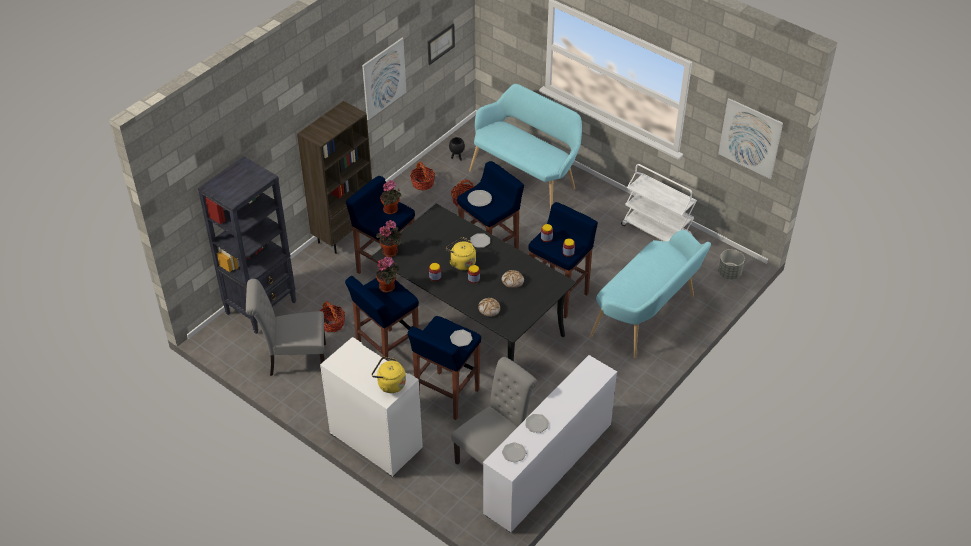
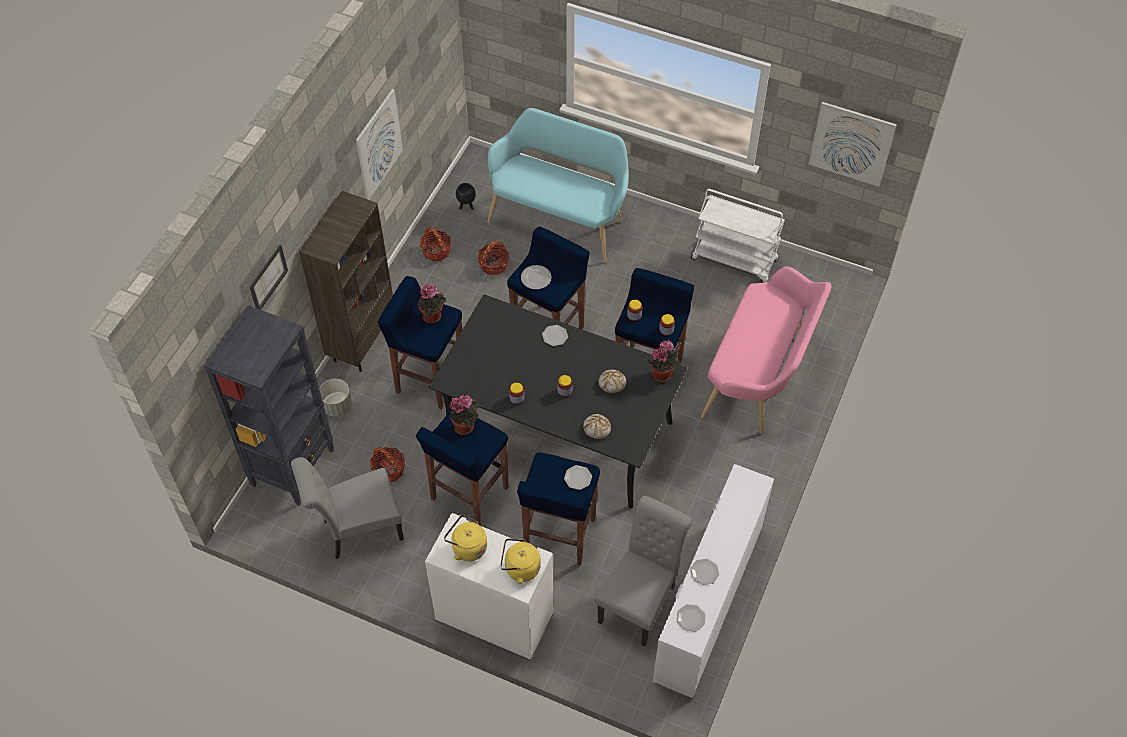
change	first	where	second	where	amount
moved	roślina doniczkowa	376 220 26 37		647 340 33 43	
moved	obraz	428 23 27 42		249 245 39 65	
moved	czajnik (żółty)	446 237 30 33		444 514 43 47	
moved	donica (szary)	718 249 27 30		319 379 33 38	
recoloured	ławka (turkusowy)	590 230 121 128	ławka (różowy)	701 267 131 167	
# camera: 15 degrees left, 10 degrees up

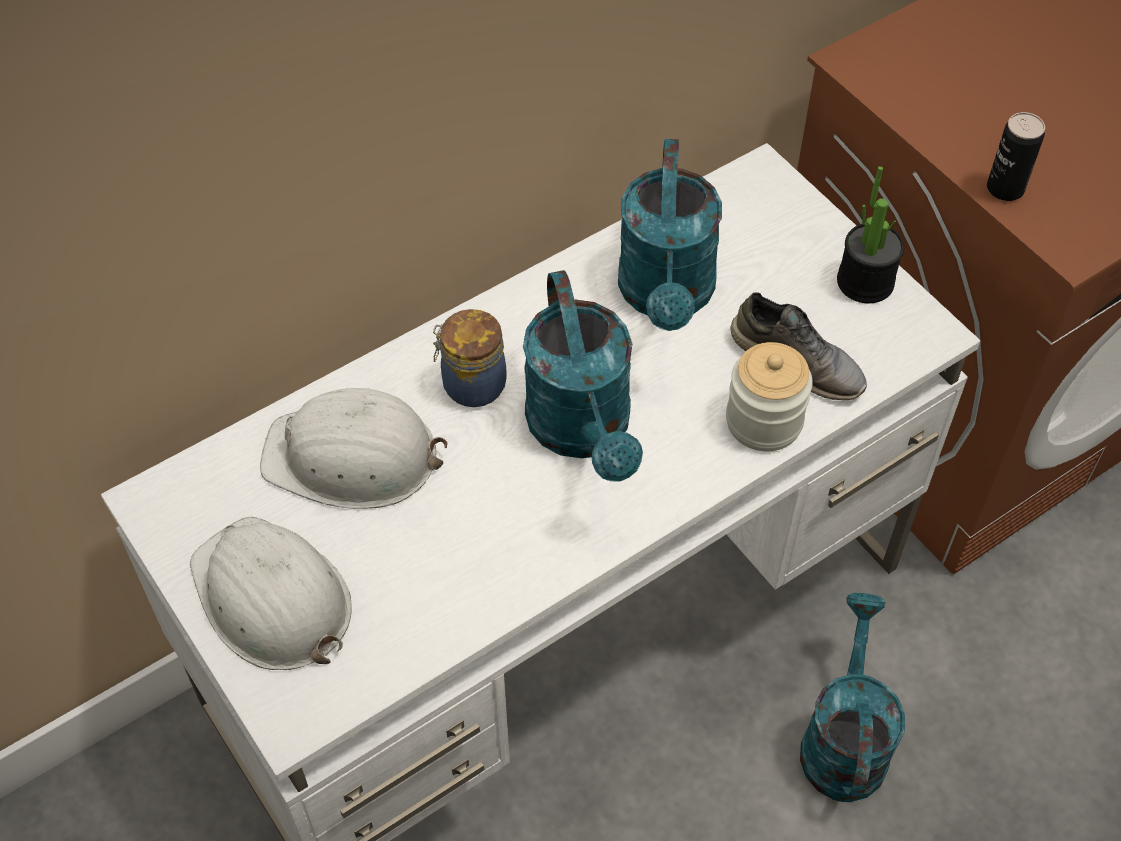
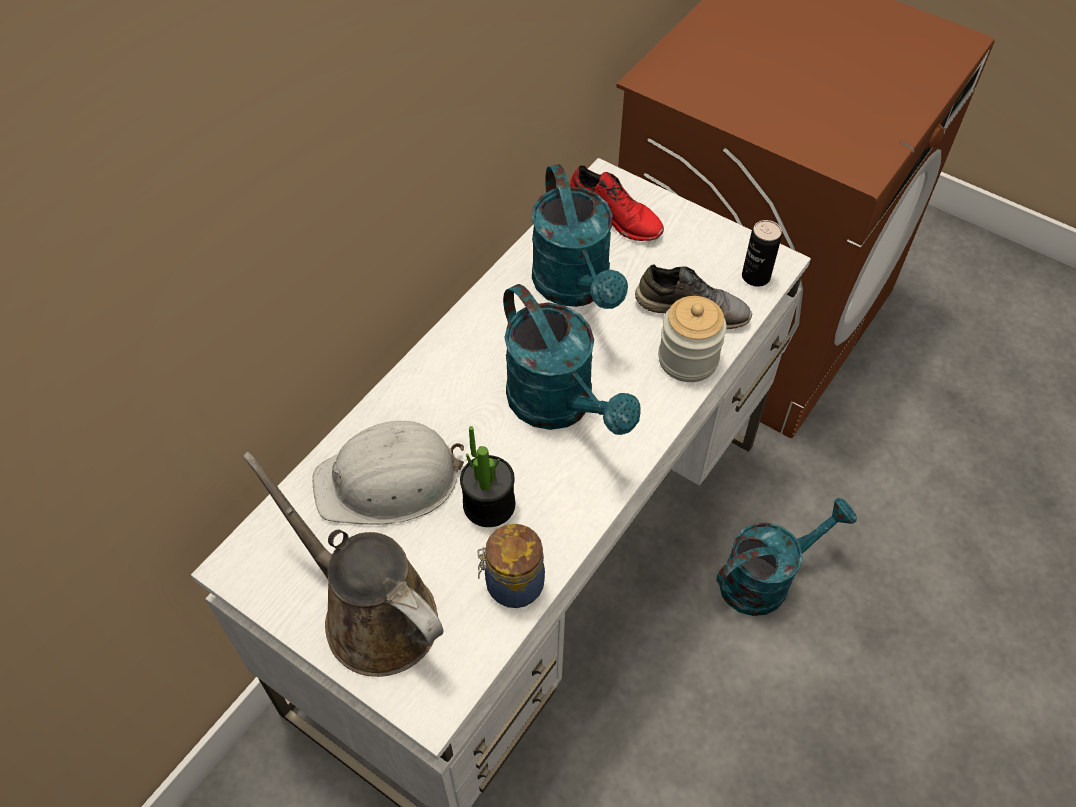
change	first	where	second	where	amount
added			but (czerwony)	570 165 94 76	
moved	słoik	433 309 74 98		477 524 68 84	
moved	roślina doniczkowa	837 166 67 137		460 426 55 101	
moved	puszka	987 112 58 89		742 220 40 67	
replaced	kask (biały)	190 517 162 153	konewka (brązowy)	242 451 201 226	
turned	konewka (turkusowy)	800 593 105 209		716 498 141 118	75 degrees clockwise
# camera: 20 degrees left, 0 degrees up

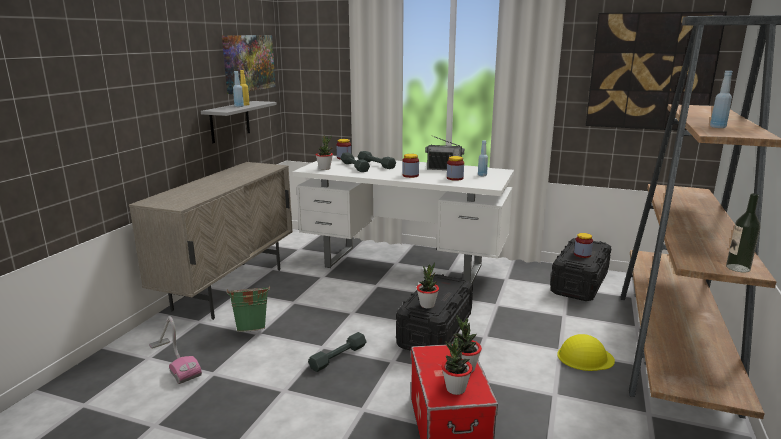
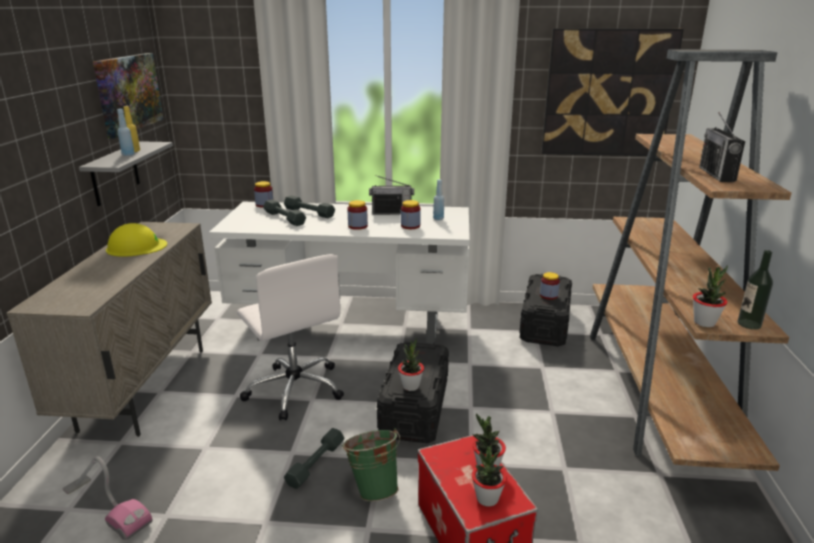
change	first	where	second	where	amount
added			krzesło biurowe (biały)	237 254 107 167	
moved	wiadro (zielony)	226 285 44 47		342 428 58 74	
moved	roślina doniczkowa	316 135 17 35		693 265 35 62	
moved	kask (żółty)	557 334 58 37		106 223 61 34	
replaced	butelka (niebieski)	710 71 23 57	radio	699 112 46 70	
# camera: 15 degrees left, 5 degrees up

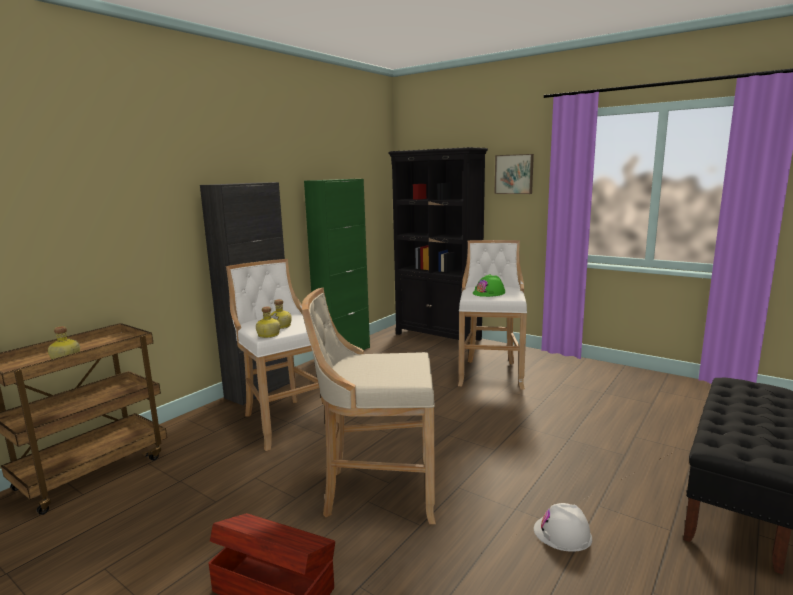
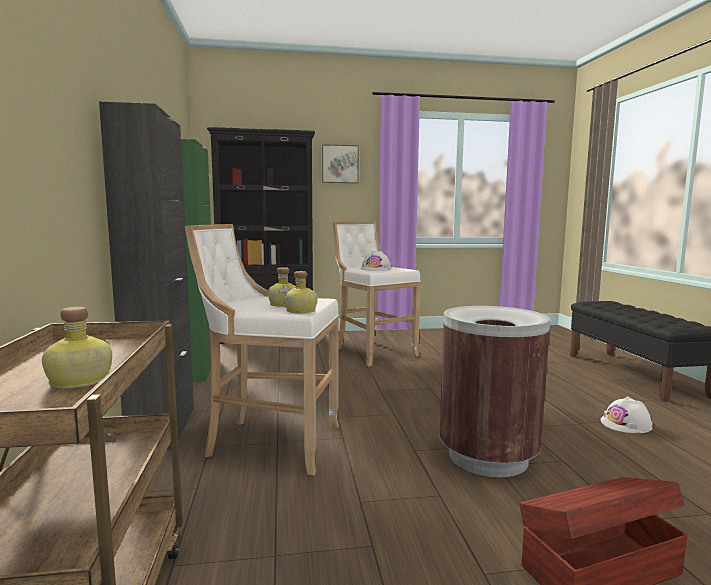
change	first	where	second	where	amount
replaced	stołek (beżowy)	302 288 134 236	kosz na śmieci (brązowy)	439 306 111 171	
recoloured	kask (zielony)	473 274 32 23	kask (biały)	361 251 30 20	
# camera: 45 degrees left, 5 degrees down

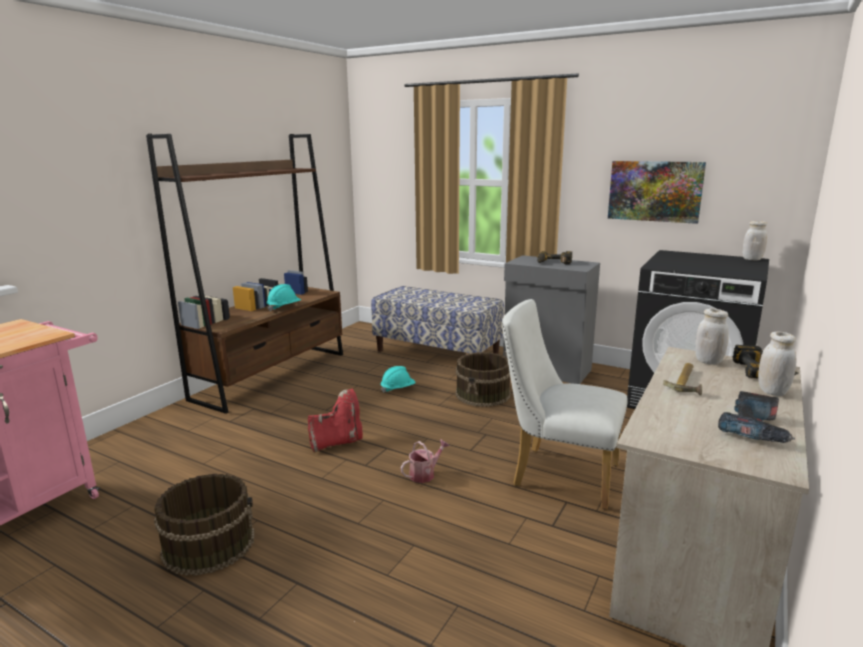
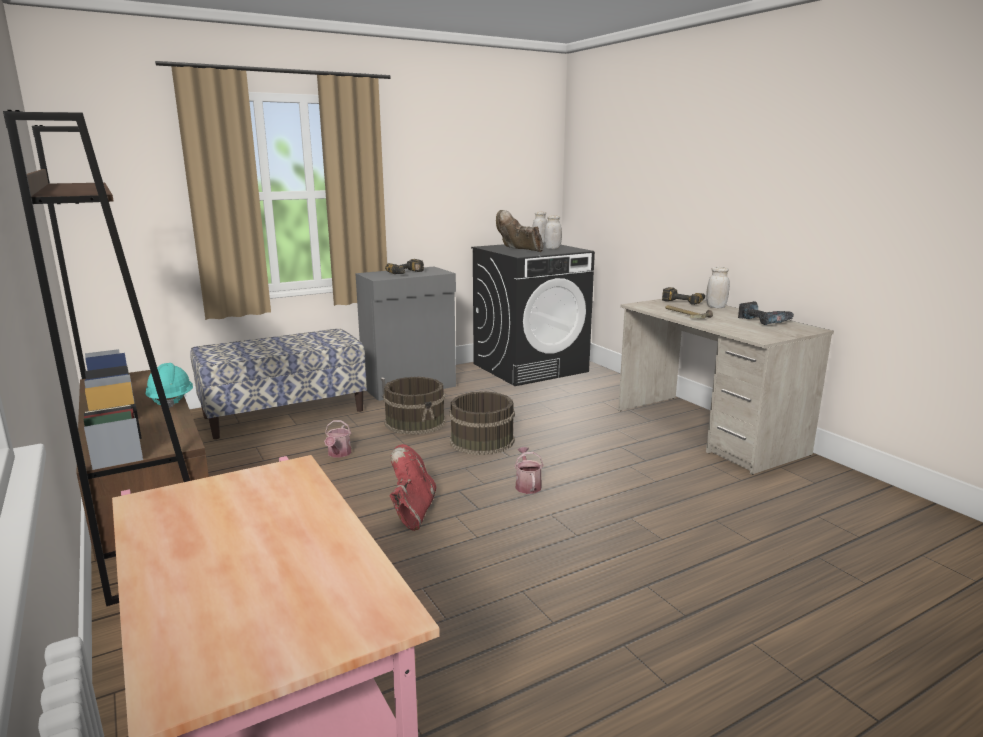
change	first	where	second	where	amount
removed	krzesło (biały)	502 299 126 210			
removed	obraz	608 161 98 63			
added			but z cholewką (brązowy)	496 210 47 42	
moved	wiadro (brązowy)	154 473 100 103		449 391 66 64	
moved	słoik (biały)	695 308 34 57		544 215 18 34	
replaced	kask (turkusowy)	380 366 36 27	konewka	324 420 28 38	
# camera: 60 degrees left, 0 degrees up

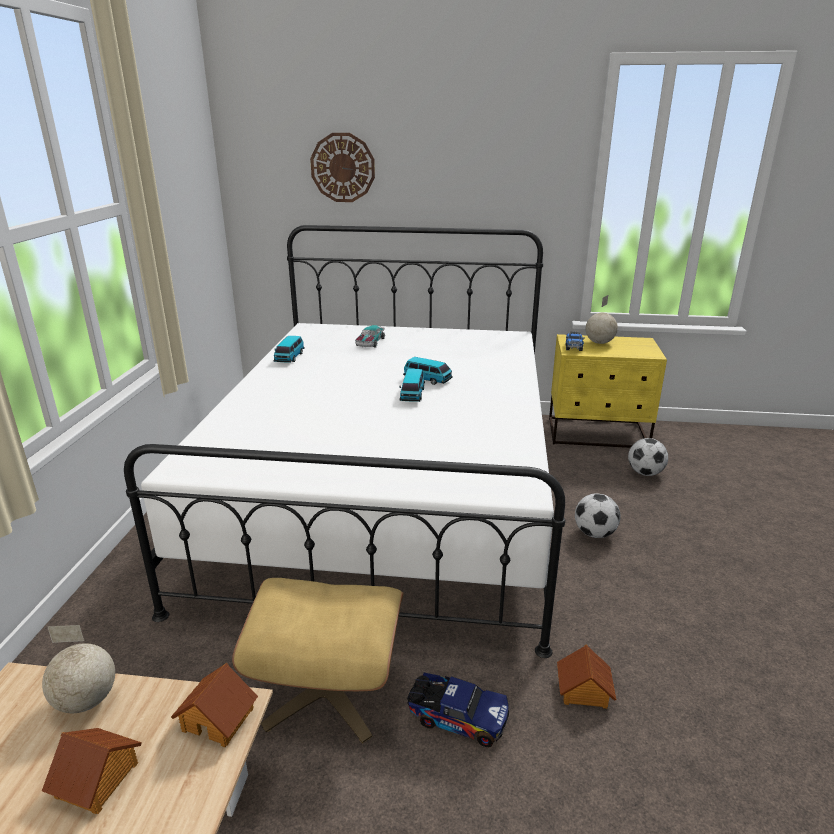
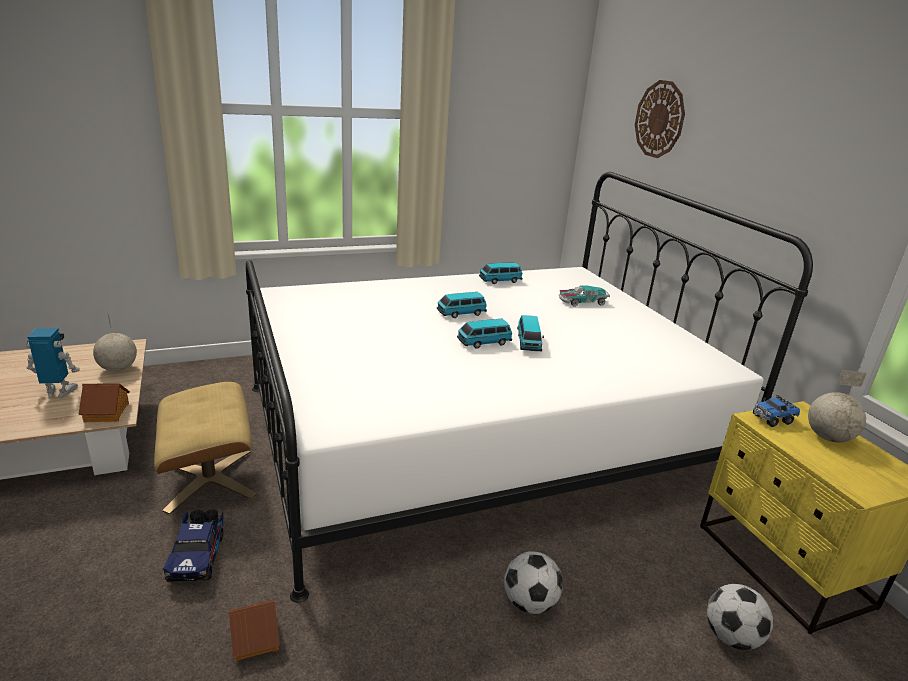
change	first	where	second	where	amount
added			samochodzik	437 292 50 26	
replaced	domek	42 728 100 86	robot zabawkowy	26 328 54 70	
# camera: 60 degrees right, 0 degrees up

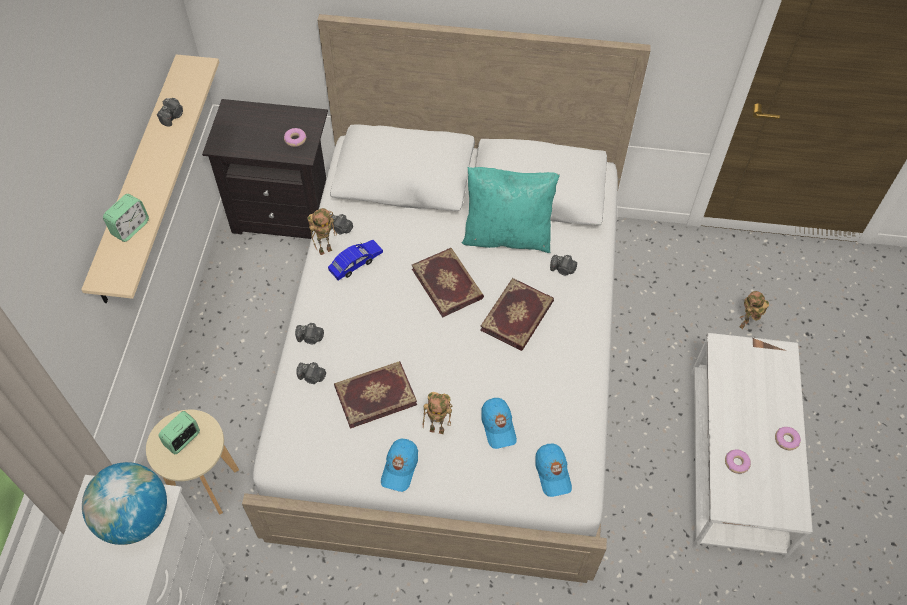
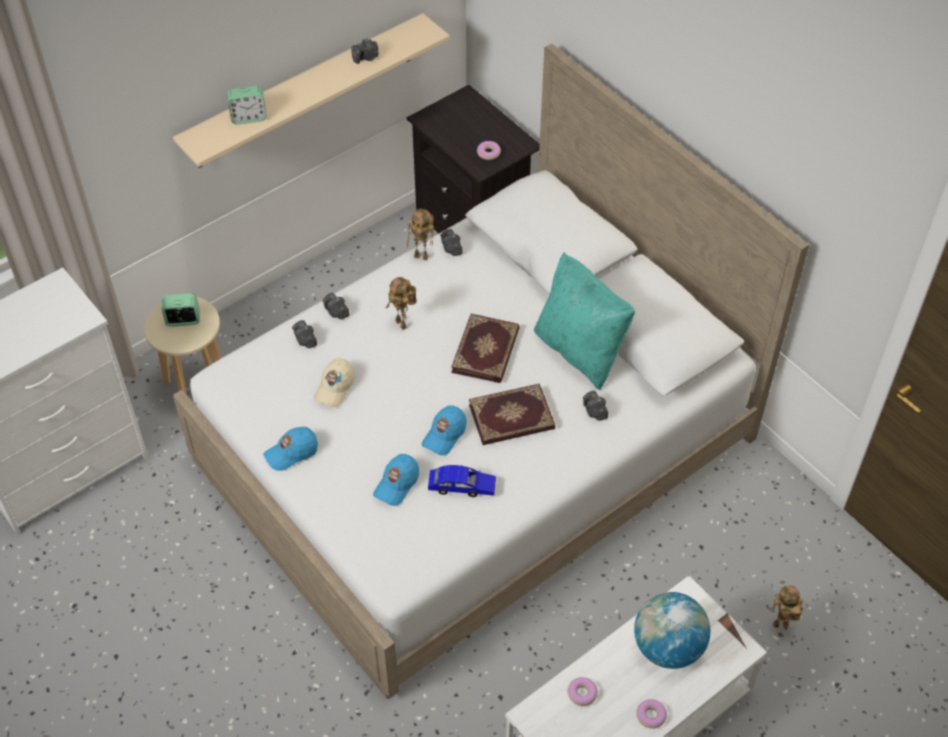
change	first	where	second	where	amount
moved	globus	82 462 85 83		634 592 76 77	
moved	samochodzik (niebieski)	328 240 55 40		428 465 68 32	
moved	robot zabawkowy	423 392 29 42		386 277 31 53	
moved	czapka z daszkiem (niebieski)	535 444 37 53		422 405 45 50	
replaced	książka	334 361 83 68	czapka z daszkiem (beżowy)	314 358 41 49	
# camera: 45 degrees right, 5 degrees down

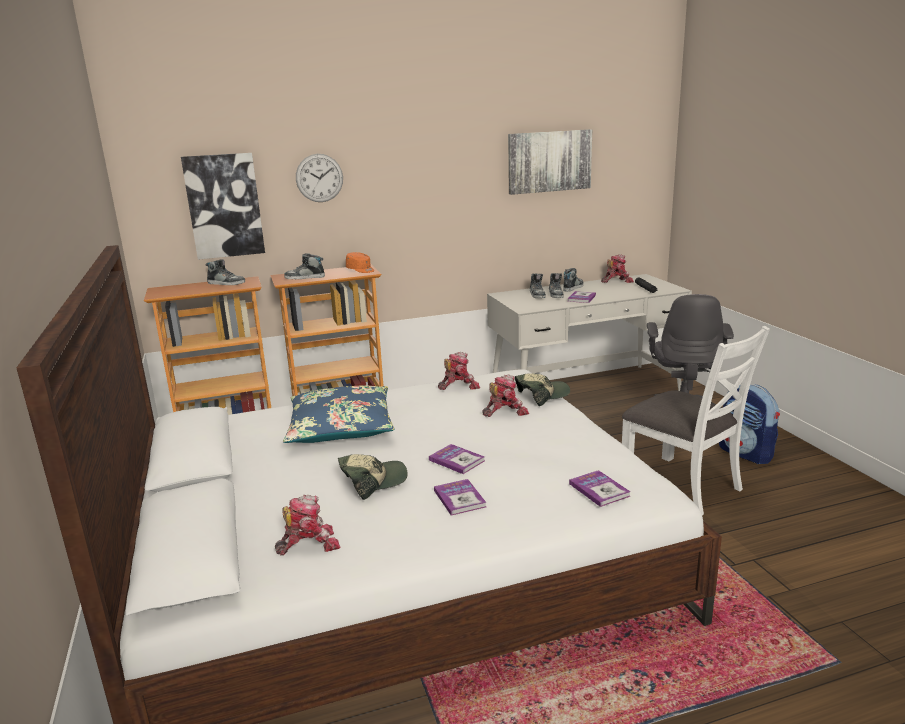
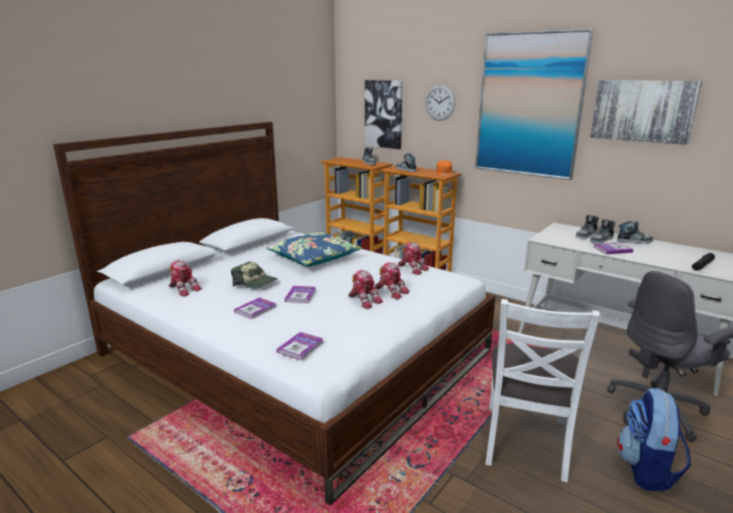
change	first	where	second	where	amount
removed	czapka z daszkiem	515 373 55 33			
added			obraz	475 29 119 151	
moved	robot zabawkowy	601 254 33 29		348 270 35 39	
# camera: 55 degrees right, 0 degrees up

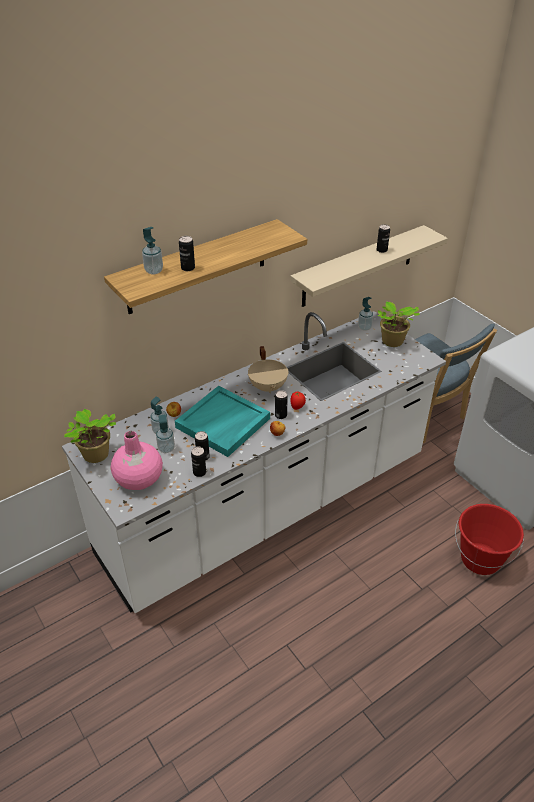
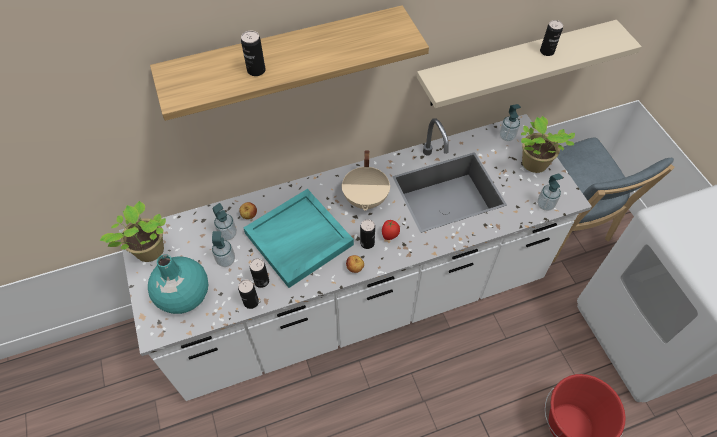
change	first	where	second	where	amount
moved	dozownik mydła	142 227 21 47		537 173 26 38	
recoloured	wazon (różowy)	111 431 52 59	wazon (turkusowy)	148 254 60 60	
# camera: 15 degrees right, 15 degrees up

